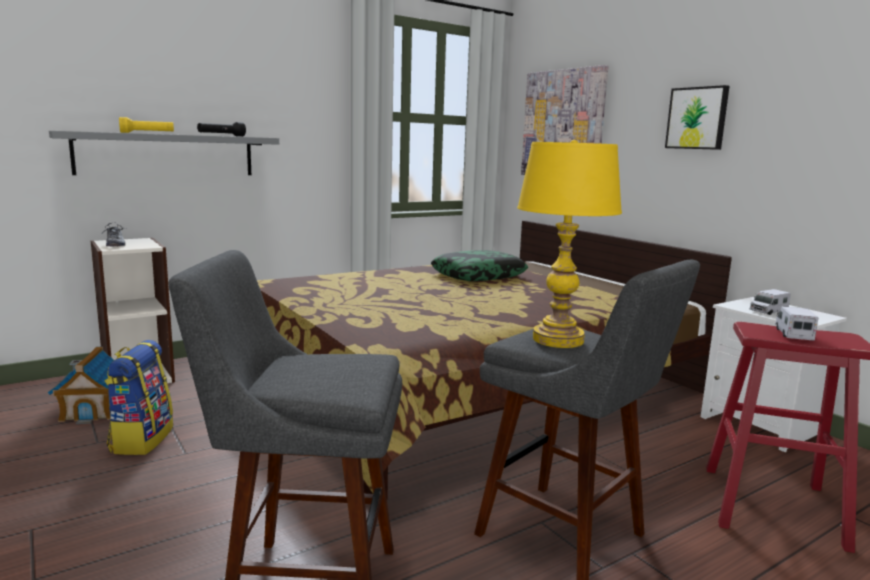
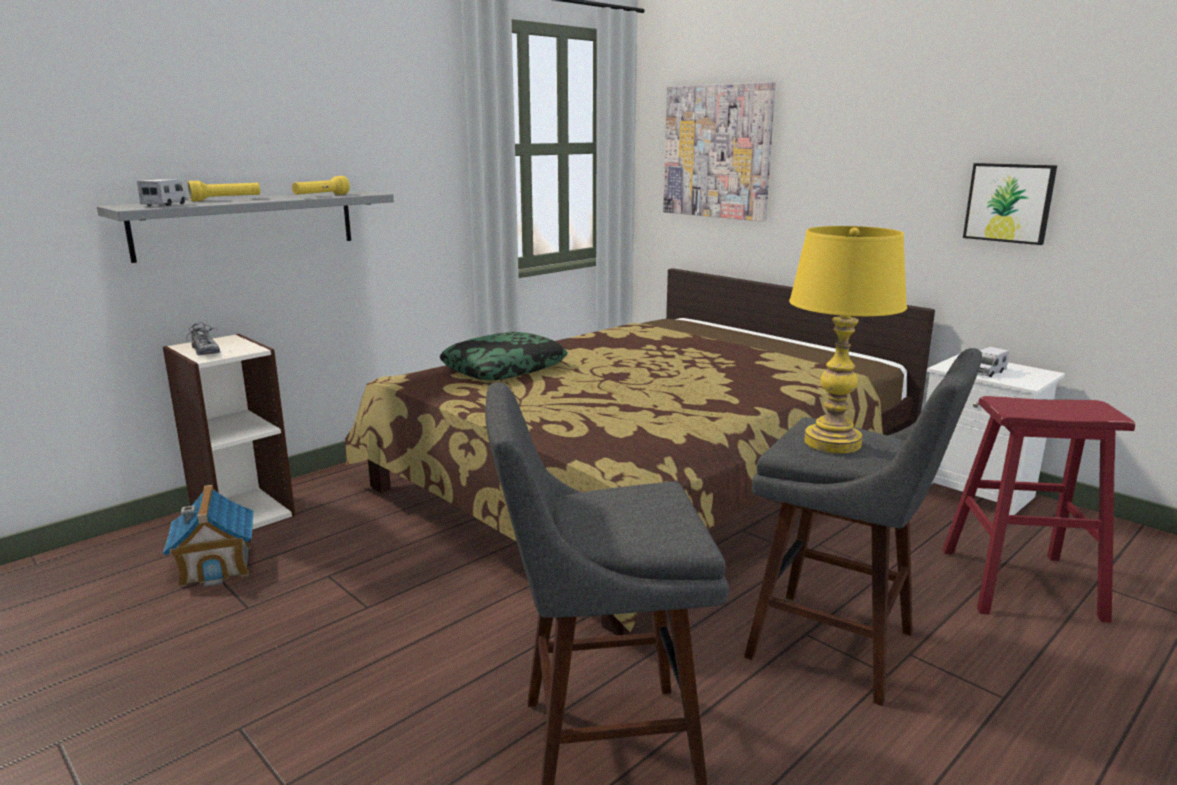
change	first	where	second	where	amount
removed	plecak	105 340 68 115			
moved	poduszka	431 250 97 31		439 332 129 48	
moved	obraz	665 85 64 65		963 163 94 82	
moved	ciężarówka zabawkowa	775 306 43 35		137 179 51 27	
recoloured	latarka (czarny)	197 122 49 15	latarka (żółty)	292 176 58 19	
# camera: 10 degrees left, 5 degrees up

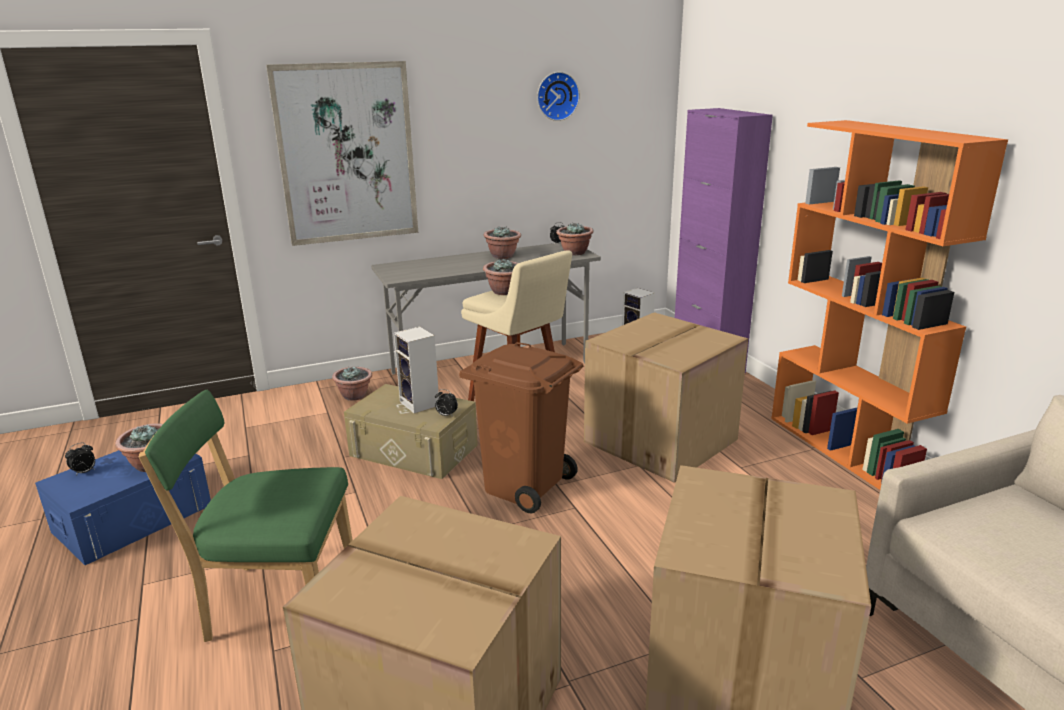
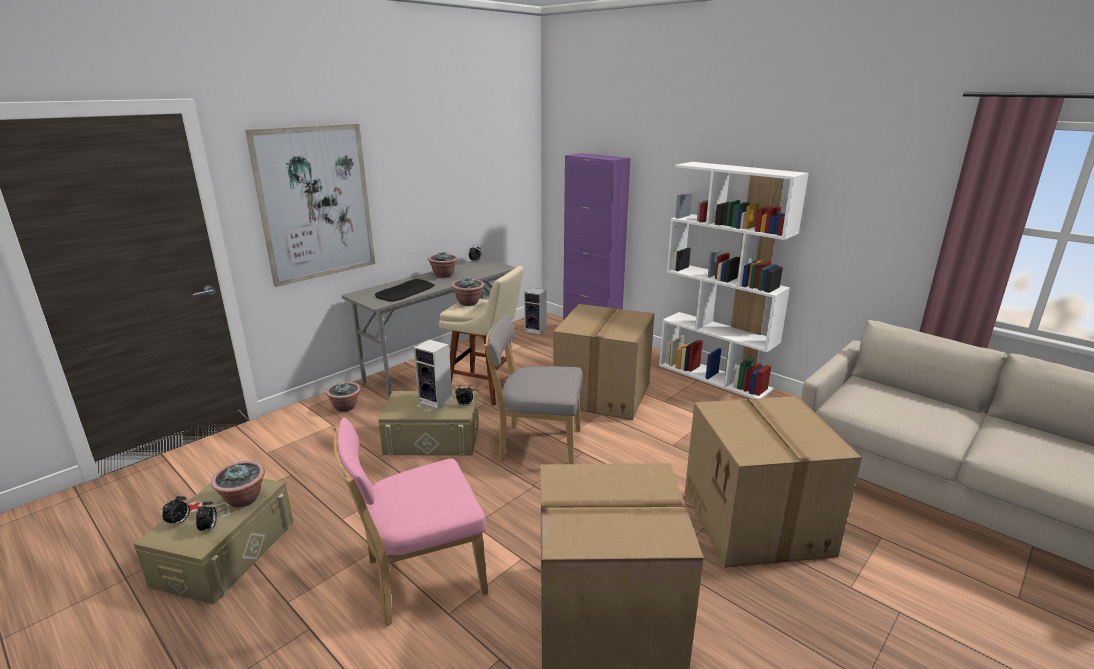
change	first	where	second	where	amount
removed	zegar ścienny	537 72 43 49			
removed	roślina doniczkowa	556 223 38 32			
added			budzik	196 500 21 32	
added			klawiatura	375 279 60 23	
replaced	kosz na śmieci (brązowy)	459 342 125 171	krzesło (szary)	484 314 99 150	
recoloured	pojemnik do przechowywania (niebieski)	35 450 176 115	pojemnik do przechowywania (beżowy)	134 478 160 126	
recoloured	krzesło (zielony)	139 390 214 252	krzesło (różowy)	334 418 154 208	
recoloured	regał (pomarańczowy)	771 120 237 370	regał (biały)	659 162 150 237	
# camera: 25 degrees left, 0 degrees up

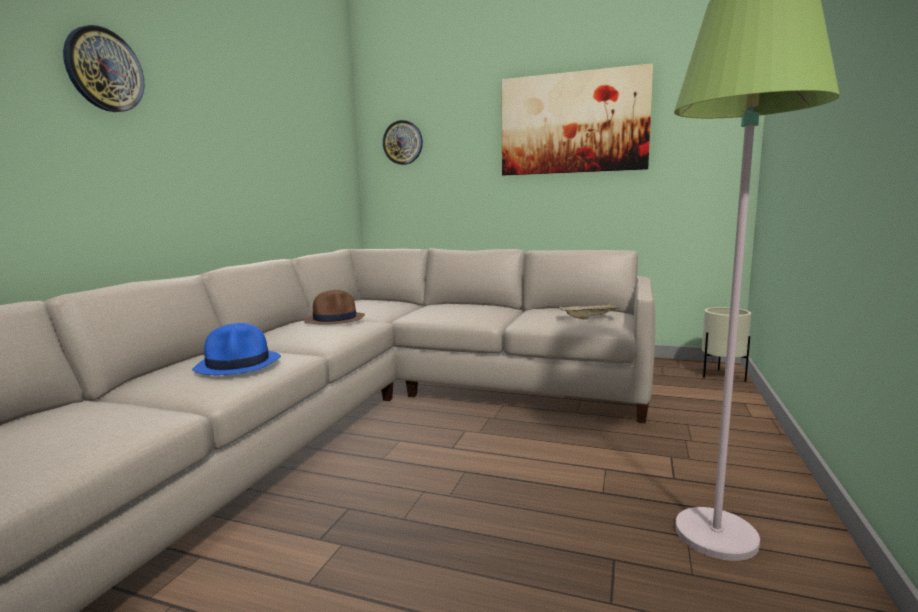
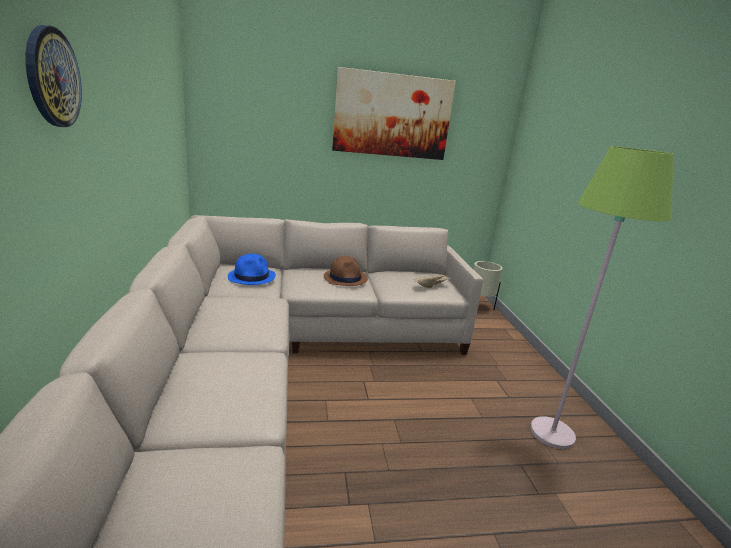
change	first	where	second	where	amount
removed	zegar ścienny	383 120 40 45			
moved	kapelusz (niebieski)	192 323 89 52		228 254 48 31	
moved	kapelusz (brązowy)	304 290 61 35		324 256 44 30	
# camera: 30 degrees left, 10 degrees up

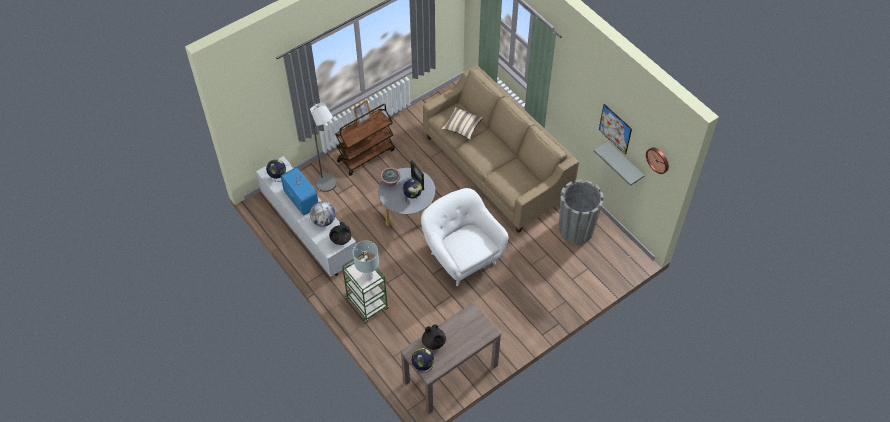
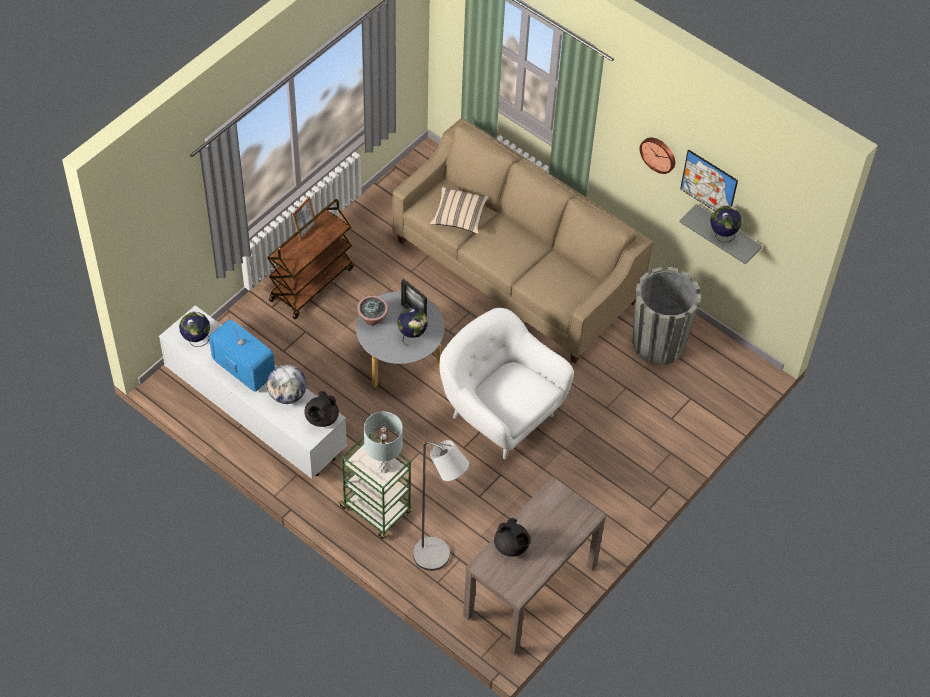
change	first	where	second	where	amount
moved	lampa stojąca (szary)	309 101 28 91		413 440 56 131	
moved	globus	411 348 23 25		710 206 32 36	
moved	zegar ścienny	646 147 23 27		640 137 35 37	
# camera: 15 degrees left, 0 degrees up

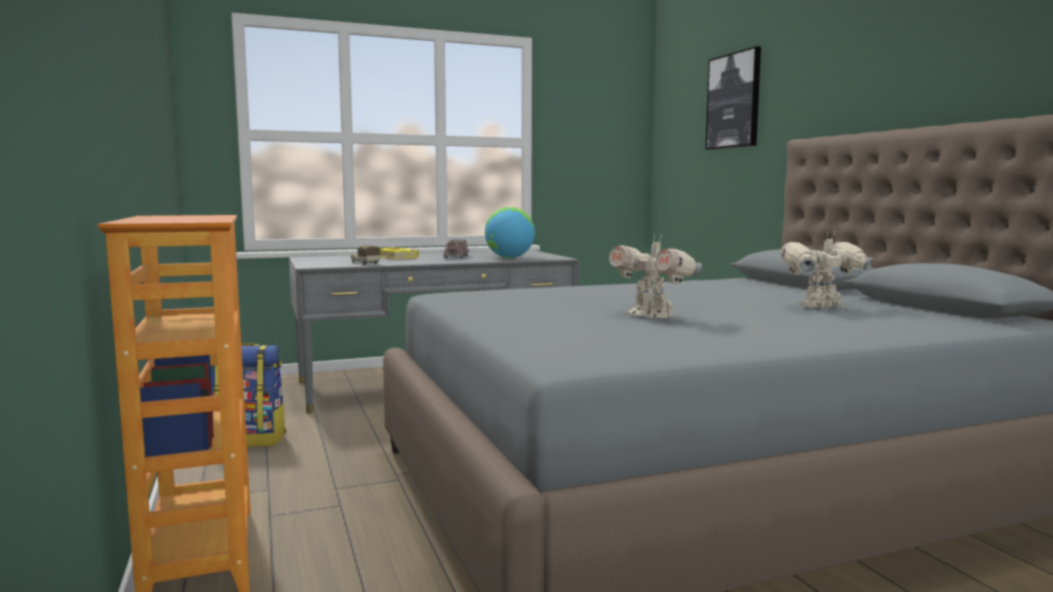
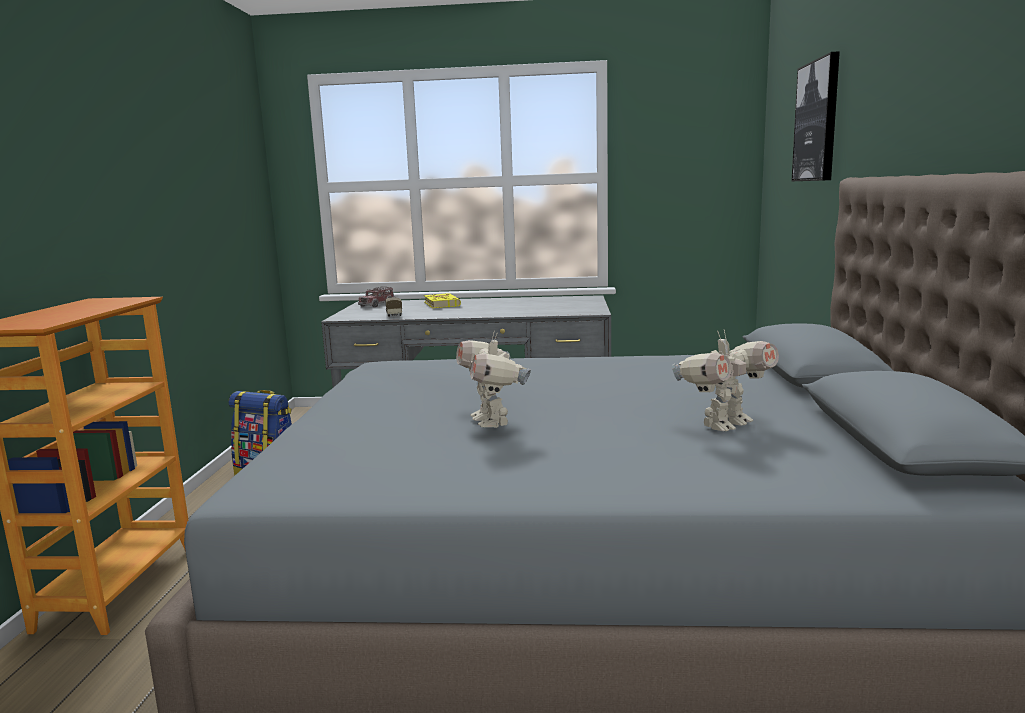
change	first	where	second	where	amount
removed	globus	484 207 51 51			
moved	ciężarówka zabawkowa	444 240 25 18		358 287 37 20	
turned	robot zabawkowy	781 232 92 76		672 330 107 101	135 degrees clockwise
# camera: 25 degrees right, 5 degrees up

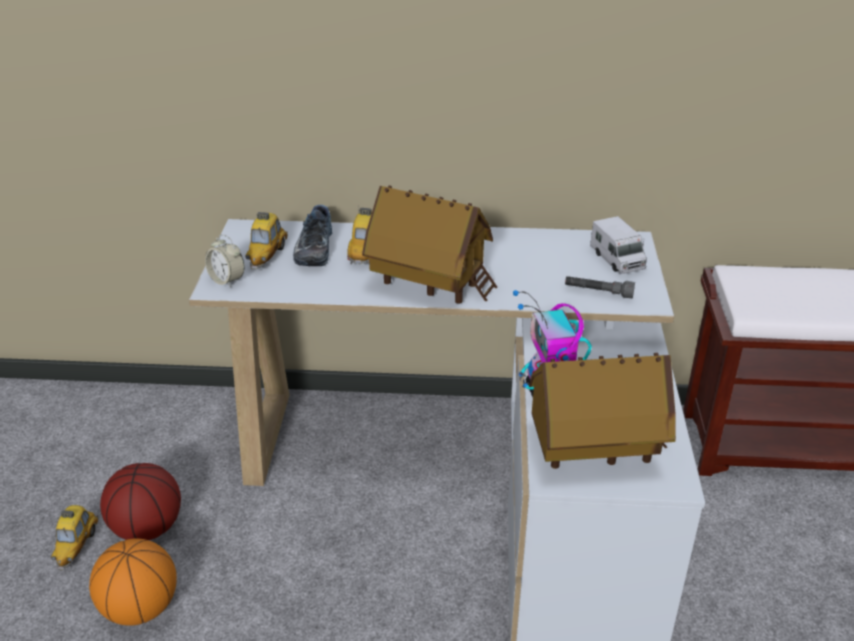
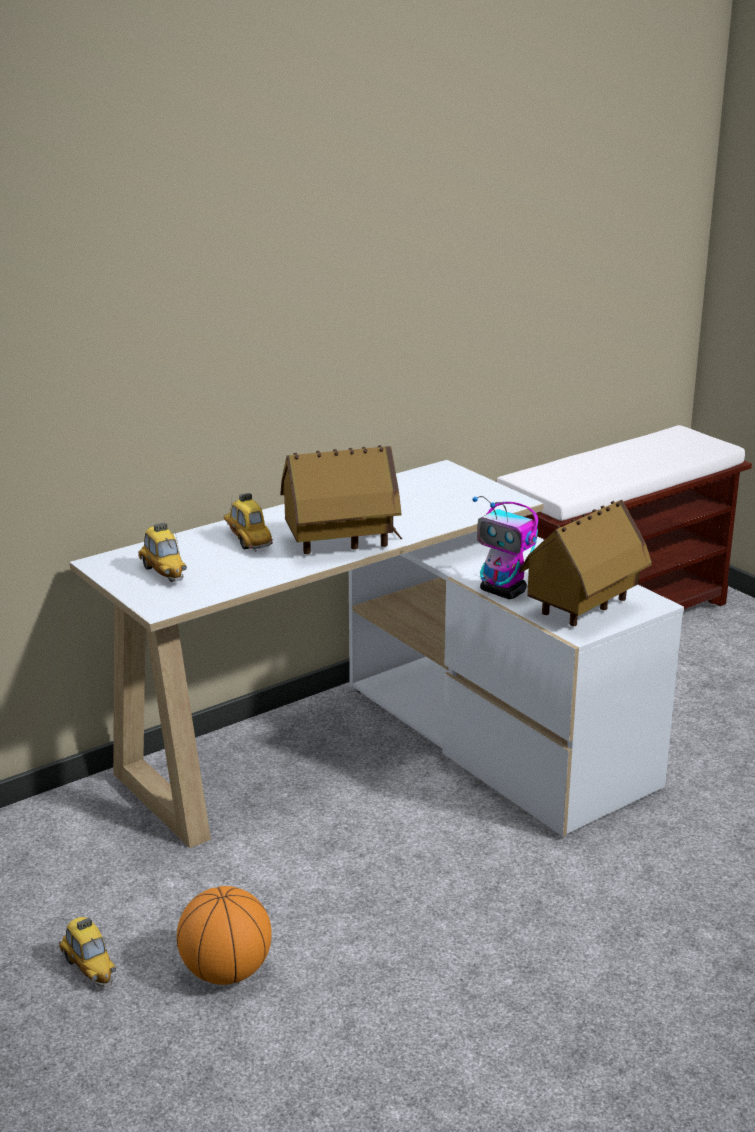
change	first	where	second	where	amount
removed	piłka do koszykówki	100 463 81 77			
removed	budzik	205 234 39 54			
removed	but	293 205 39 61			
removed	latarka (szary)	565 276 70 22			
removed	ciężarówka zabawkowa	590 216 57 58			
# camera: 40 degrees left, 10 degrees down

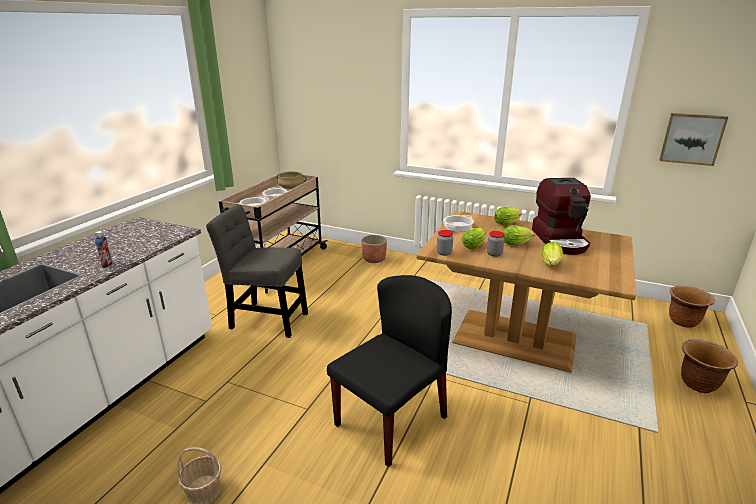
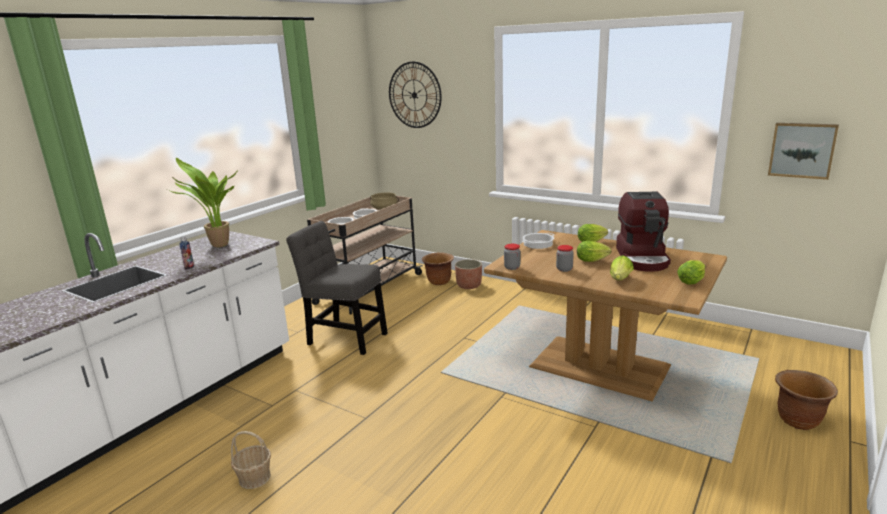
change	first	where	second	where	amount
removed	krzesło (czarny)	327 275 125 192			
added			roślina doniczkowa	168 158 70 89	
added			zegar ścienny	389 61 53 67	
moved	sałata	462 228 23 21		677 260 28 25	
moved	donica (brązowy)	669 286 46 42		422 252 32 33	
# camera: 10 degrees right, 5 degrees down

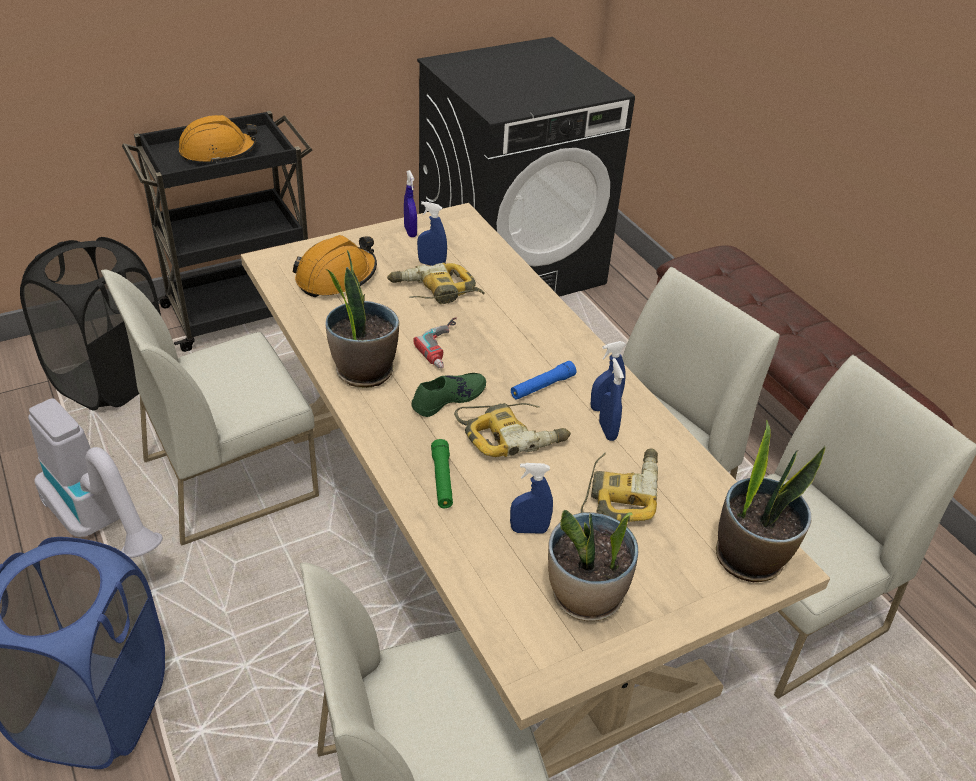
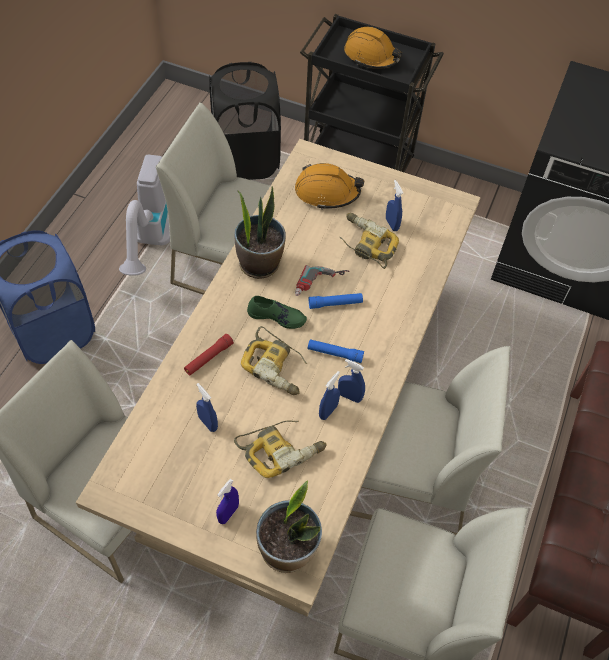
change	first	where	second	where	amount
removed	roślina doniczkowa	548 510 90 111			
added			latarka (niebieski)	309 293 54 16	
moved	spryskiwacz (niebieski)	404 170 13 67		216 479 23 45	
recoloured	latarka (zielony)	431 439 22 69	latarka (czerwony)	184 334 50 41	
# camera: 50 degrees right, 15 degrees up

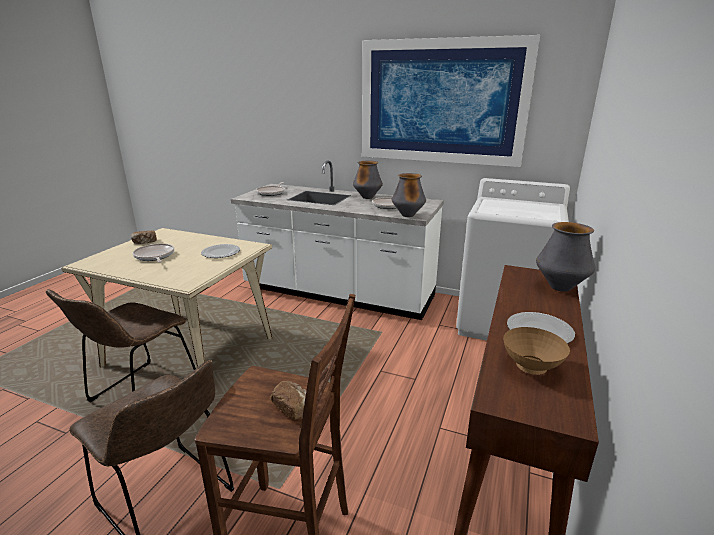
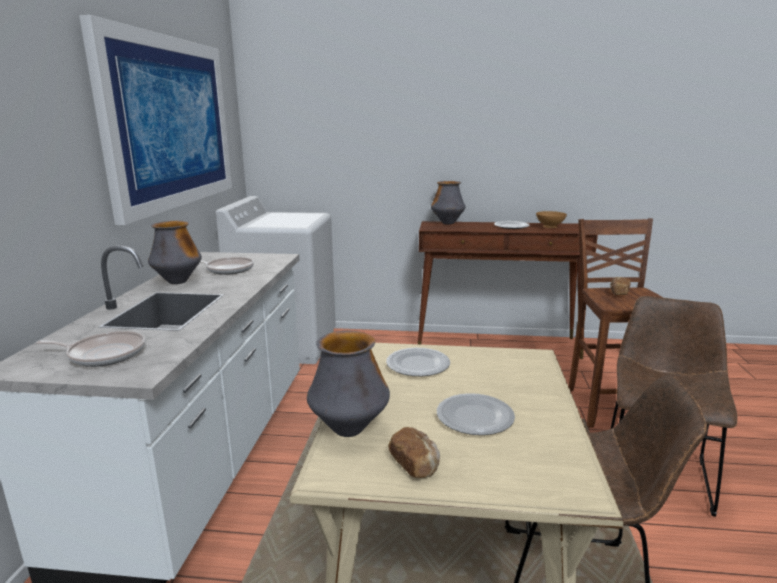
change	first	where	second	where	amount
moved	wazon	392 173 34 44		307 331 83 106	
replaced	patelnia	133 243 41 19	talerz	437 393 78 42	
# camera: 105 degrees left, 5 degrees down

